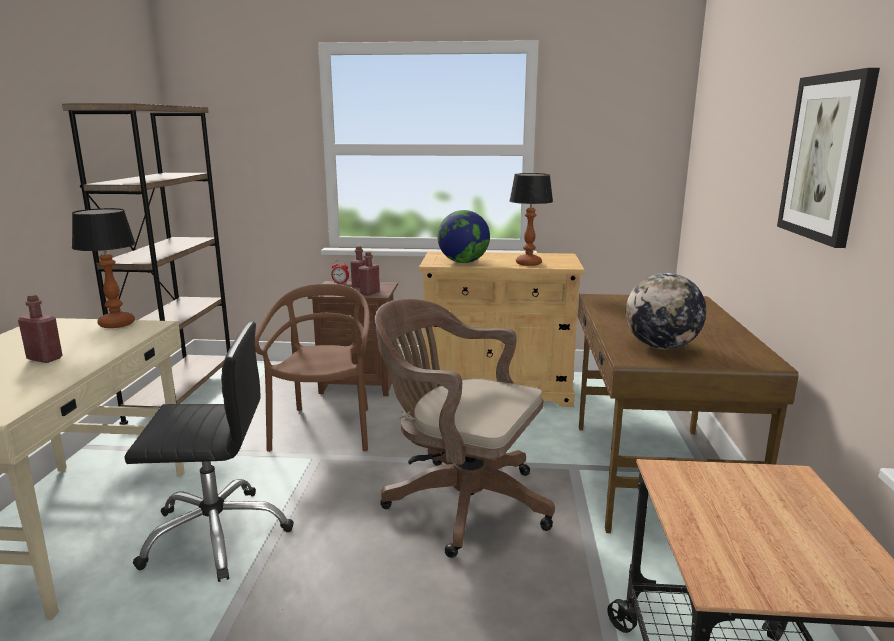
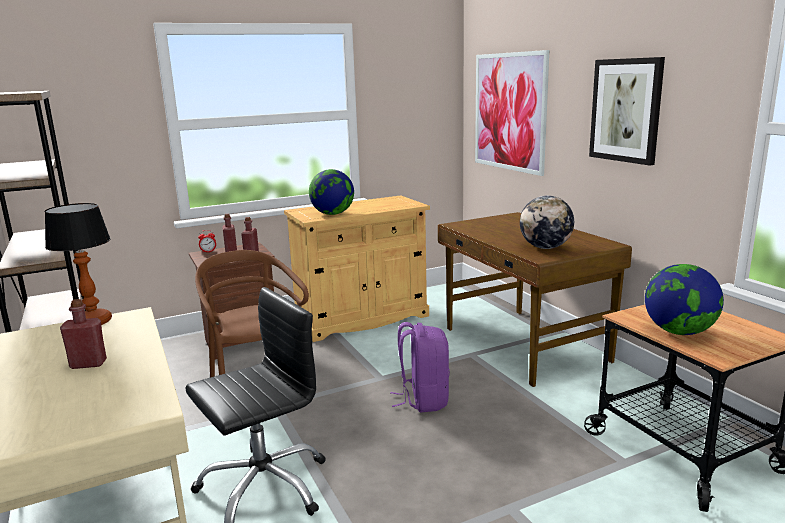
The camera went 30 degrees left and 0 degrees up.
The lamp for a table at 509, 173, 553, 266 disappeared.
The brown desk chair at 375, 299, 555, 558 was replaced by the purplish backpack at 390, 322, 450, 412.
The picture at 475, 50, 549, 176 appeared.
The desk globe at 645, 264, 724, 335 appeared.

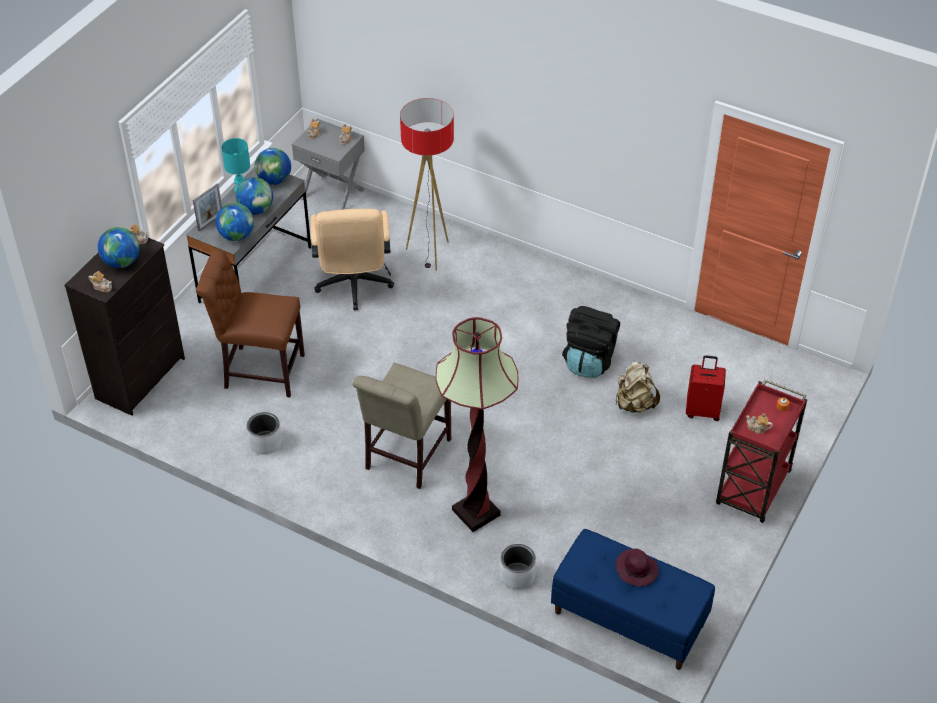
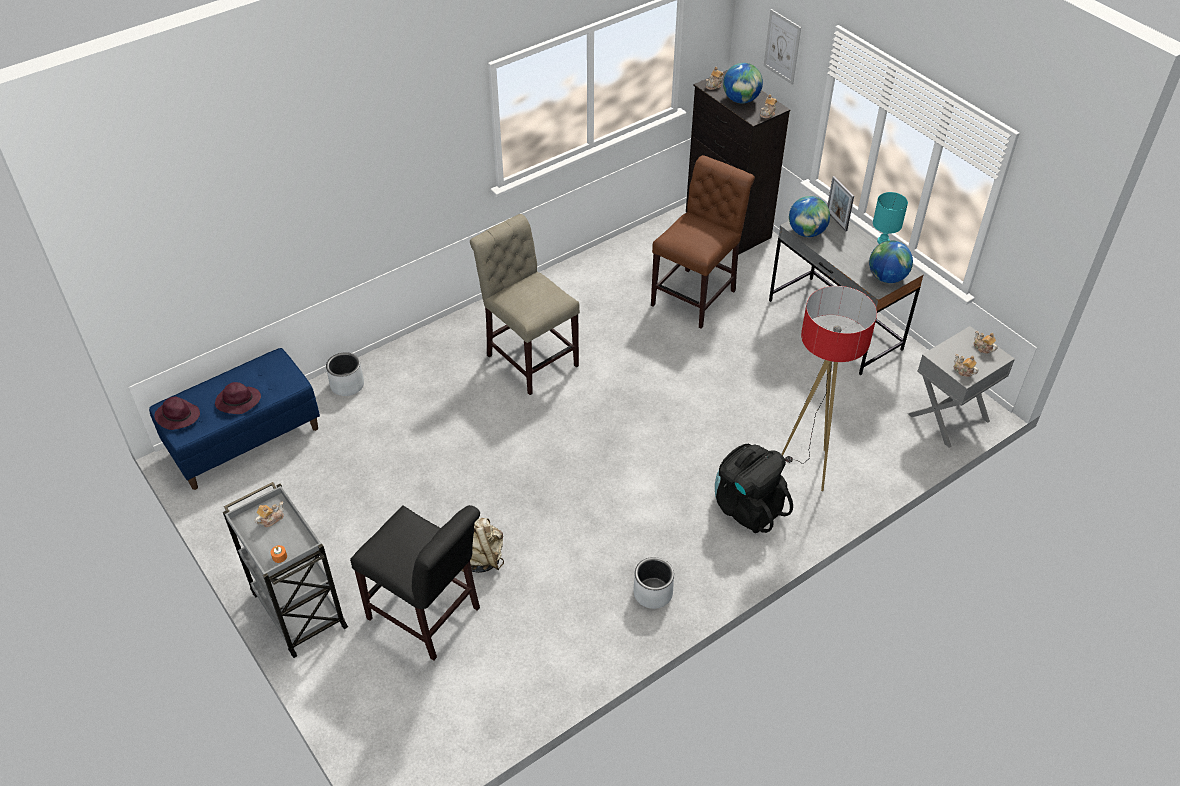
The camera went 115 degrees right and 0 degrees up.
The desk globe at 236, 177, 273, 215 disappeared.
The beige desk chair at 310, 209, 394, 310 disappeared.
The black backpack moved from 562, 306, 620, 378 to 715, 444, 793, 533.
The standard lamp at 436, 317, 518, 532 disappeared.
The red travel case at 686, 355, 726, 421 was replaced by the black plain chair at 350, 505, 480, 660.
The red cart at 716, 379, 807, 523 became the greyish cart at 223, 482, 348, 658.
The greyish flower pot moved from 247, 412, 282, 455 to 633, 557, 674, 609.
The picture at 764, 9, 801, 85 appeared.
The purplish clothing hat at 154, 397, 200, 430 appeared.

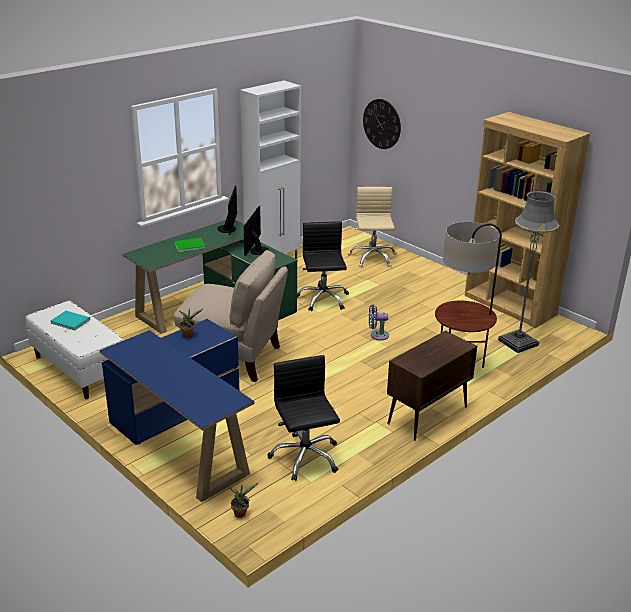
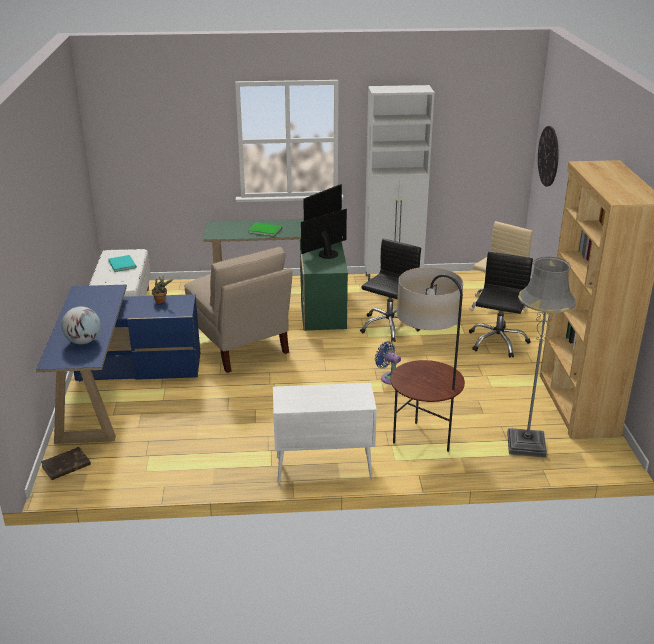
The camera went 40 degrees right and 0 degrees up.
The brown cupboard at 387, 331, 477, 441 became the white-coloured cupboard at 273, 383, 377, 483.
The black desk chair moved from 267, 355, 340, 481 to 469, 252, 533, 358.
The potted plant at 229, 483, 258, 518 was replaced by the brown volume at 41, 447, 91, 480.
The desk globe at 61, 307, 101, 344 appeared.

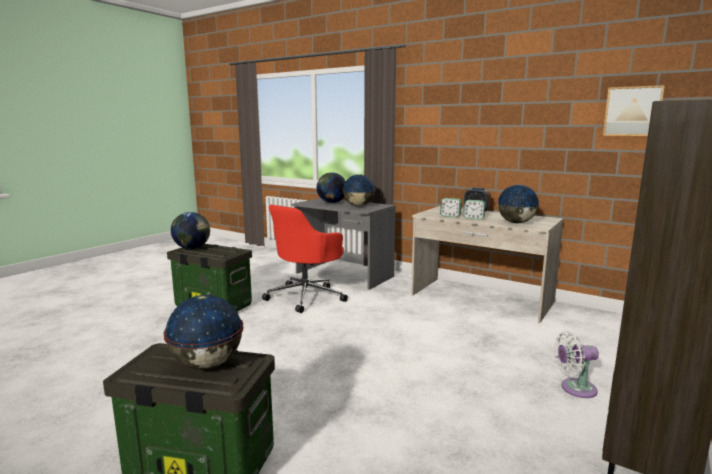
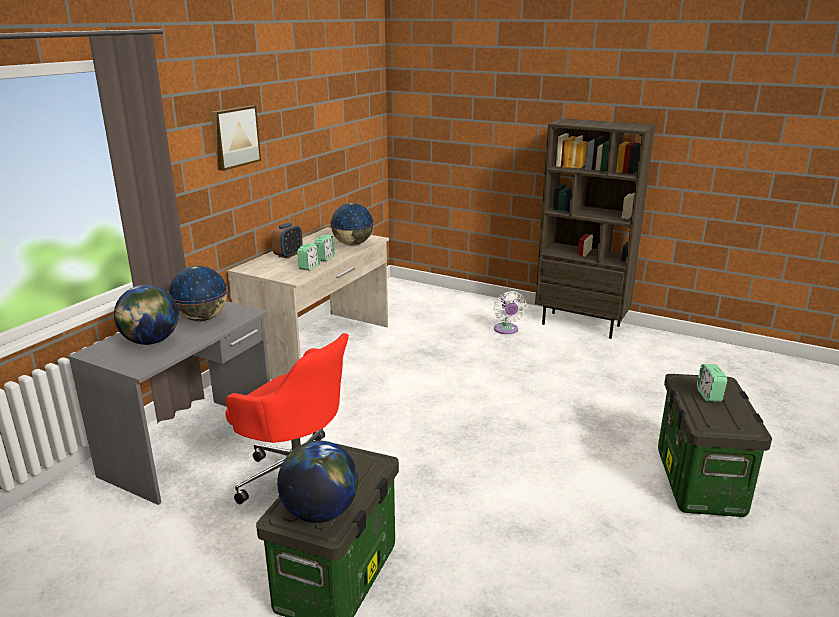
The camera went 95 degrees left and 10 degrees up.
The picture moved from 603, 85, 665, 136 to 211, 105, 261, 171.
The desk globe at 164, 295, 243, 369 was replaced by the bedside clock at 697, 364, 727, 402.

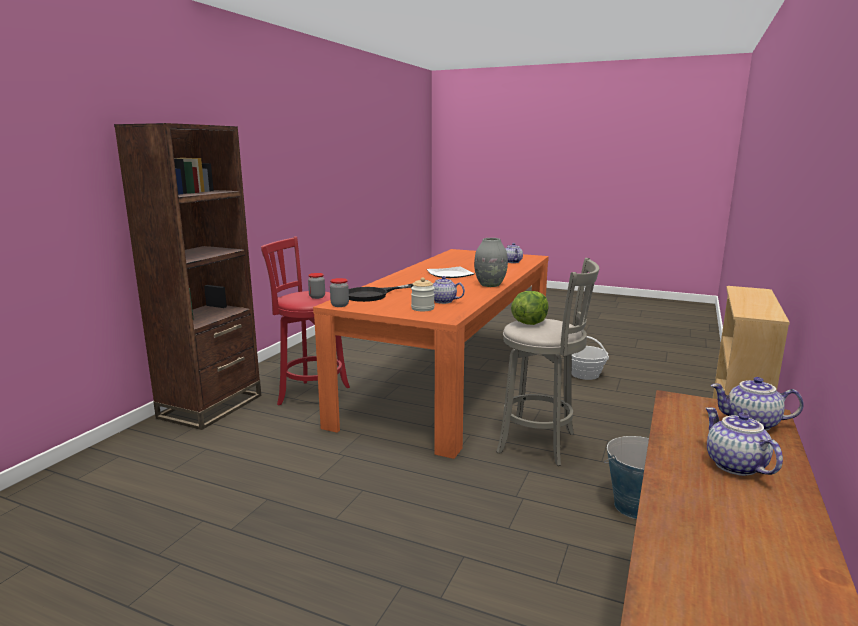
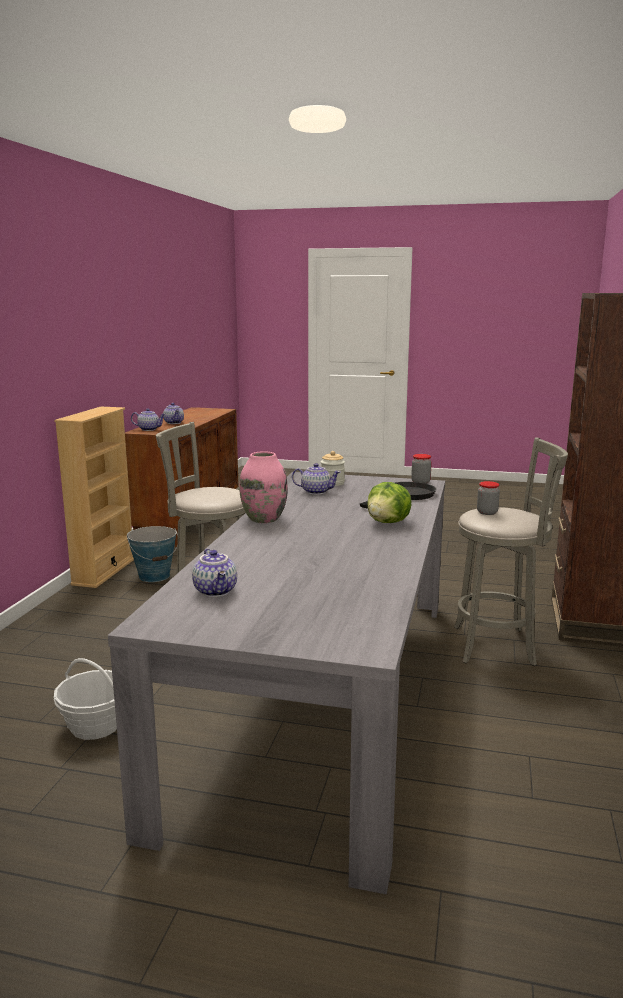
The camera went 170 degrees right and 0 degrees up.
The red stool at 261, 236, 350, 405 became the greyish stool at 454, 437, 568, 666.
The greyish decorative vase at 474, 238, 508, 287 became the pinkish decorative vase at 239, 451, 288, 523.
The orange-coloured kitchen table at 313, 249, 549, 459 became the greyish kitchen table at 108, 472, 445, 894.
The dinner plate at 427, 267, 475, 278 disappeared.
The lettuce head moved from 511, 291, 549, 325 to 367, 482, 412, 523.

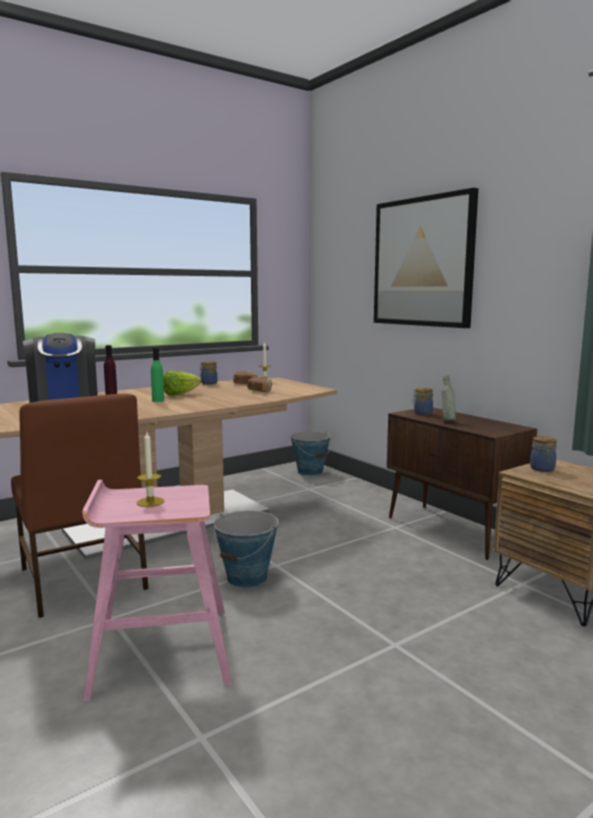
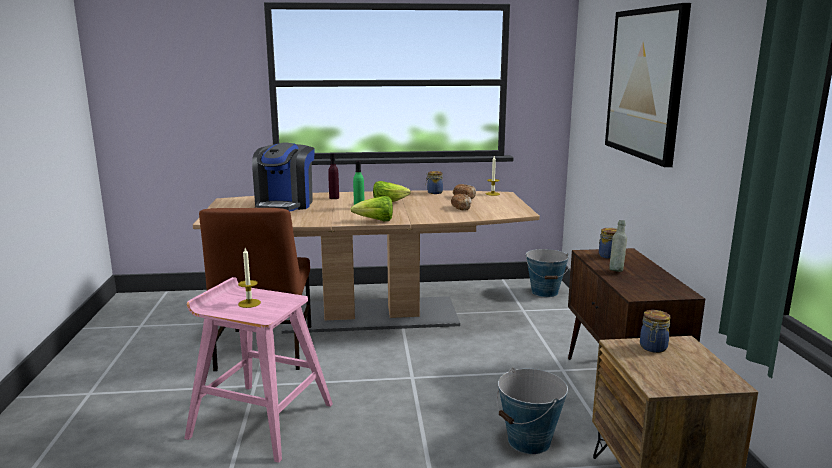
The camera went 30 degrees right and 5 degrees up.
The water bucket moved from 213, 511, 278, 588 to 497, 368, 568, 454.
The lettuce head at 350, 196, 393, 221 appeared.

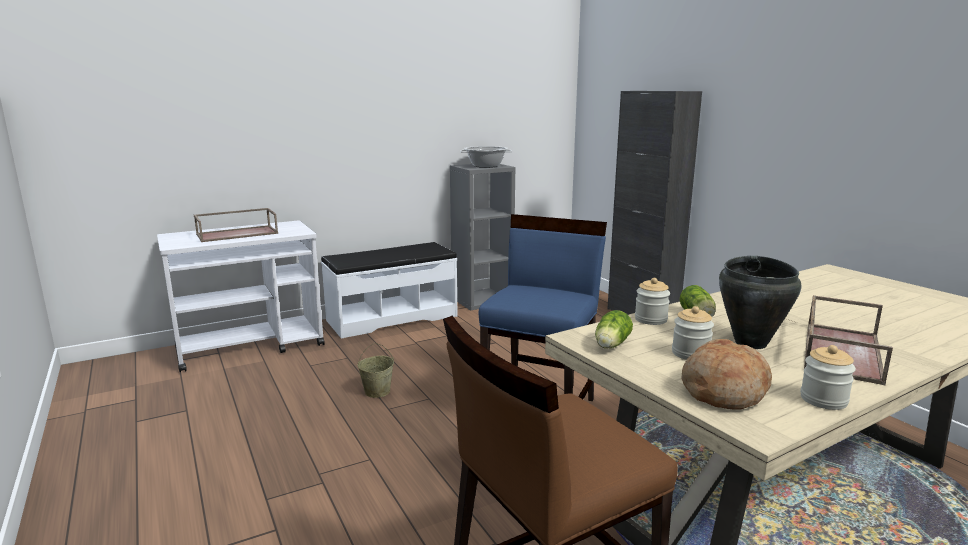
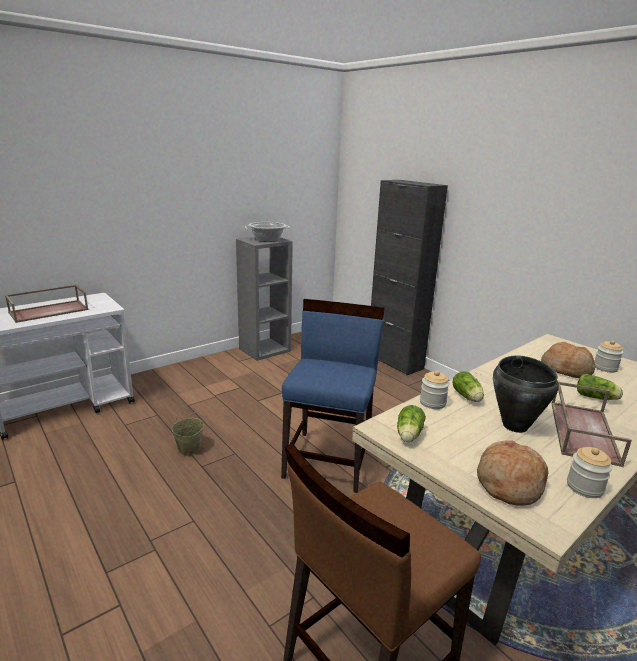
The camera went 10 degrees left and 5 degrees up.
The white-coloured long seat at 321, 242, 458, 339 disappeared.
The preserve jar moved from 672, 306, 714, 360 to 594, 340, 624, 373.
The bakery bread at 541, 342, 595, 378 appeared.
The lettuce head at 577, 374, 623, 400 appeared.

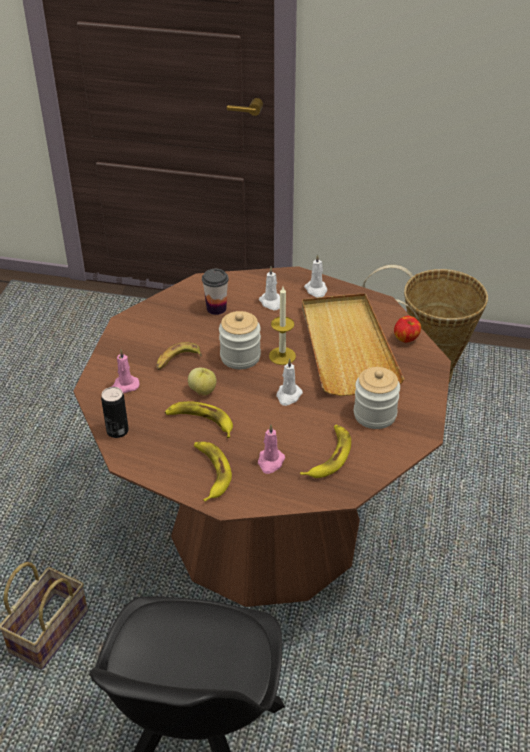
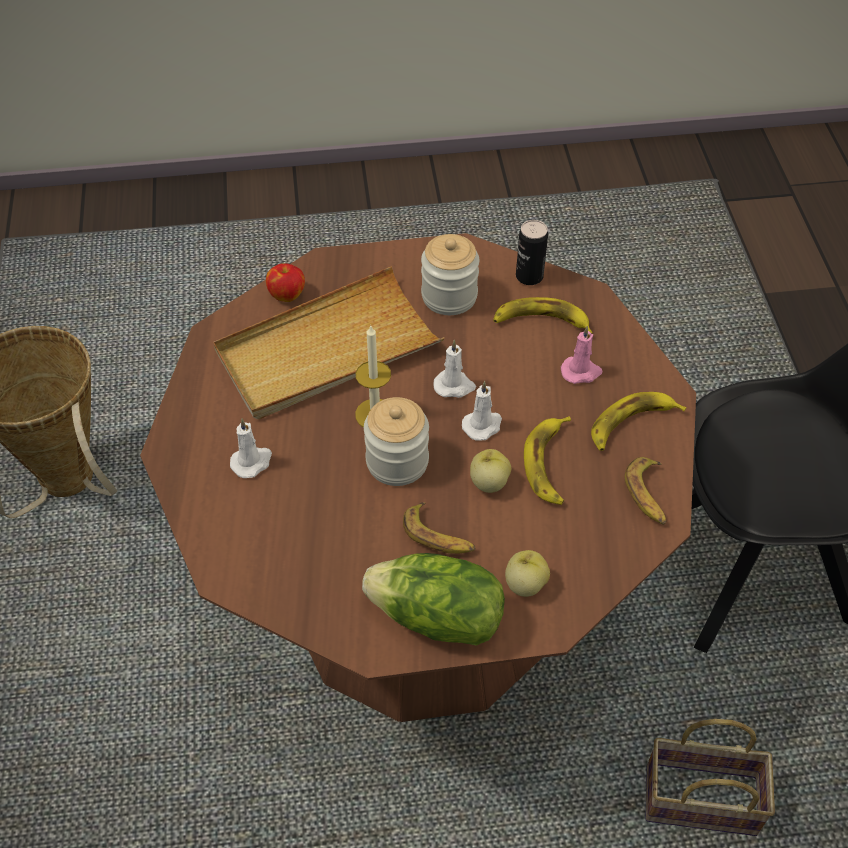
The camera went 110 degrees left and 10 degrees up.
The white-coloured candle moved from 304, 254, 327, 298 to 462, 381, 502, 440.
The small cup at 202, 269, 229, 315 disappeared.
The pinkish candle at 111, 350, 140, 393 was replaced by the apple fruit at 505, 550, 550, 597.
The metal can moved from 101, 387, 129, 438 to 516, 220, 548, 285.
The banana fruit at 624, 457, 667, 525 appeared.
The lettuce head at 362, 553, 505, 646 appeared.

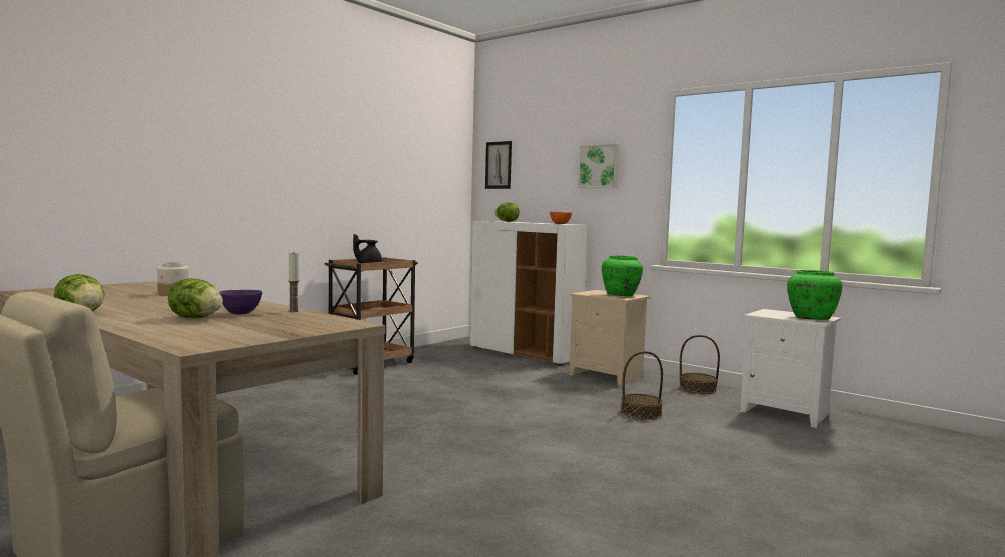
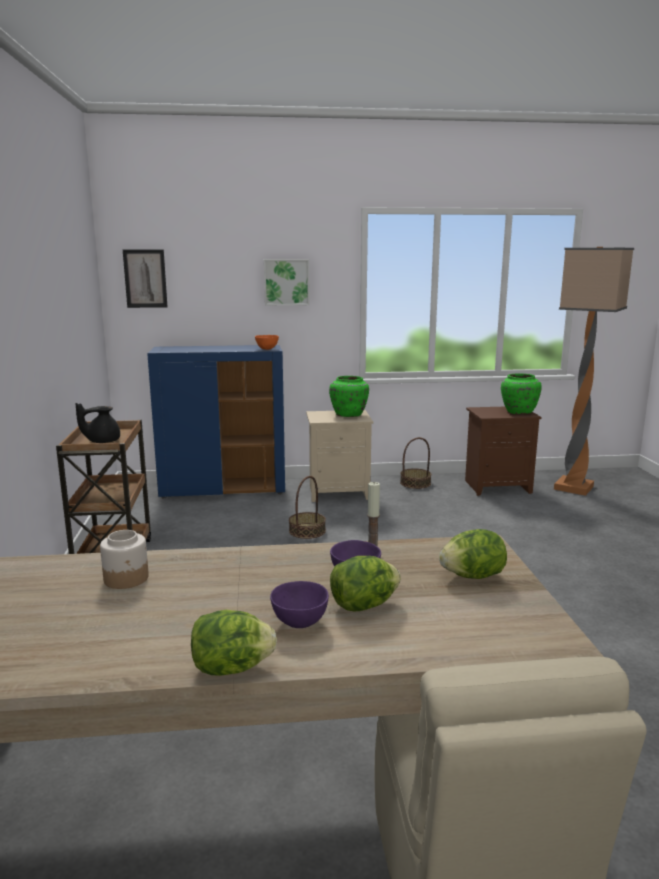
The camera went 45 degrees left and 10 degrees up.
The lettuce head moved from 495, 202, 520, 222 to 439, 529, 507, 579.
The white-coloured cupboard at 470, 221, 587, 366 became the bluish cupboard at 147, 345, 285, 498.
The white-coloured night table at 740, 309, 841, 428 became the brown night table at 465, 407, 542, 496.
The storage basket moved from 621, 351, 663, 420 to 289, 476, 326, 539.
The standard lamp at 554, 247, 634, 496 appeared.
The purplish bowl at 270, 581, 329, 628 appeared.

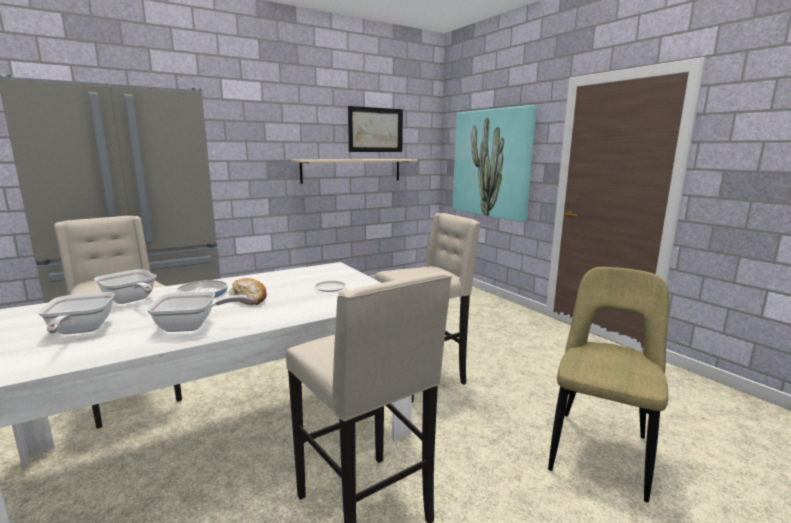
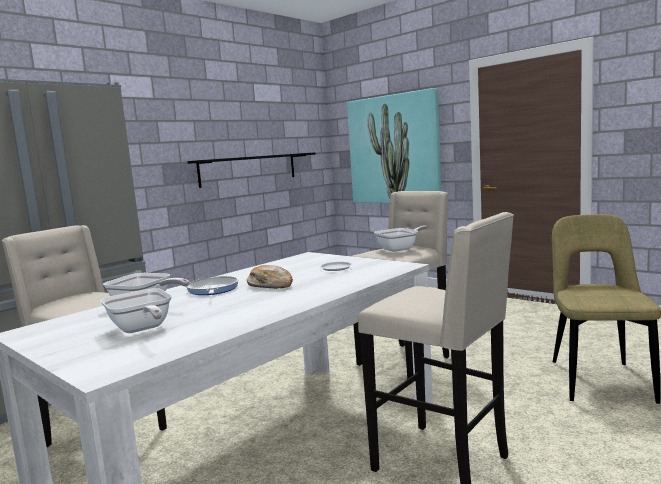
The camera went 15 degrees left and 5 degrees down.
The picture at 348, 106, 403, 152 disappeared.
The beige bracket shelf at 291, 159, 418, 184 became the black bracket shelf at 187, 152, 316, 188.
The frying pan moved from 146, 291, 253, 332 to 374, 225, 427, 252.

